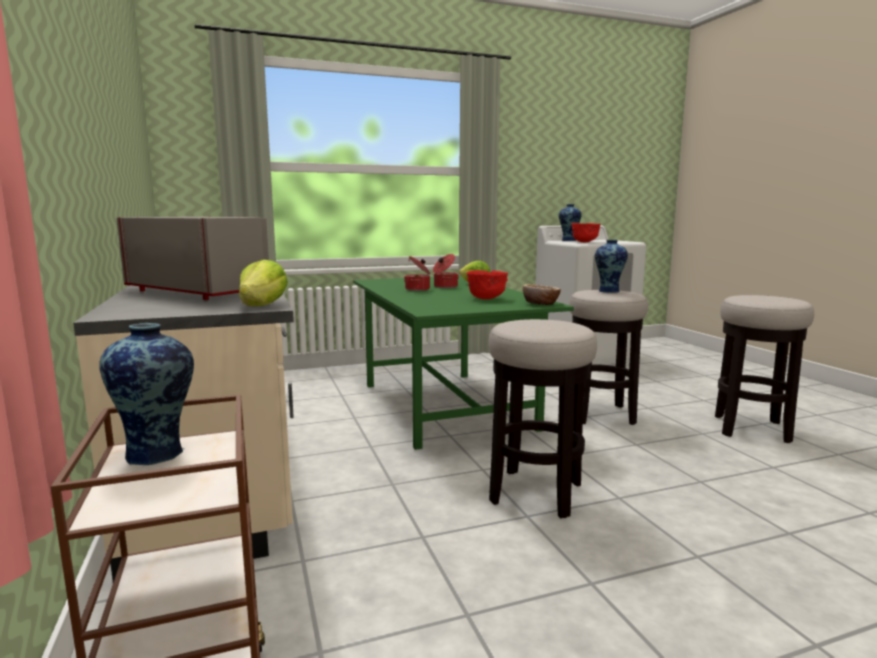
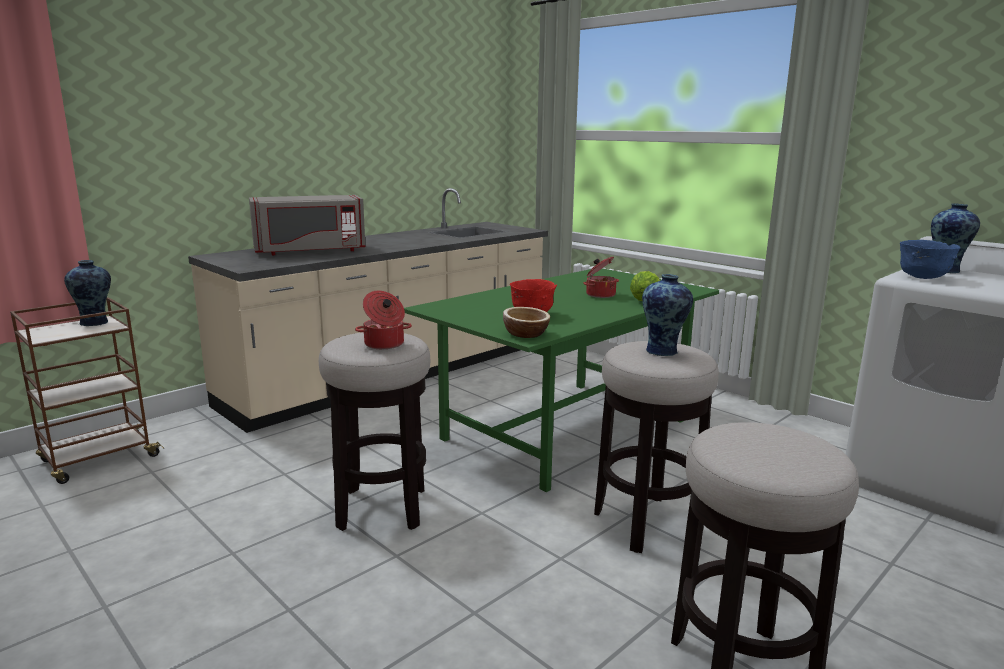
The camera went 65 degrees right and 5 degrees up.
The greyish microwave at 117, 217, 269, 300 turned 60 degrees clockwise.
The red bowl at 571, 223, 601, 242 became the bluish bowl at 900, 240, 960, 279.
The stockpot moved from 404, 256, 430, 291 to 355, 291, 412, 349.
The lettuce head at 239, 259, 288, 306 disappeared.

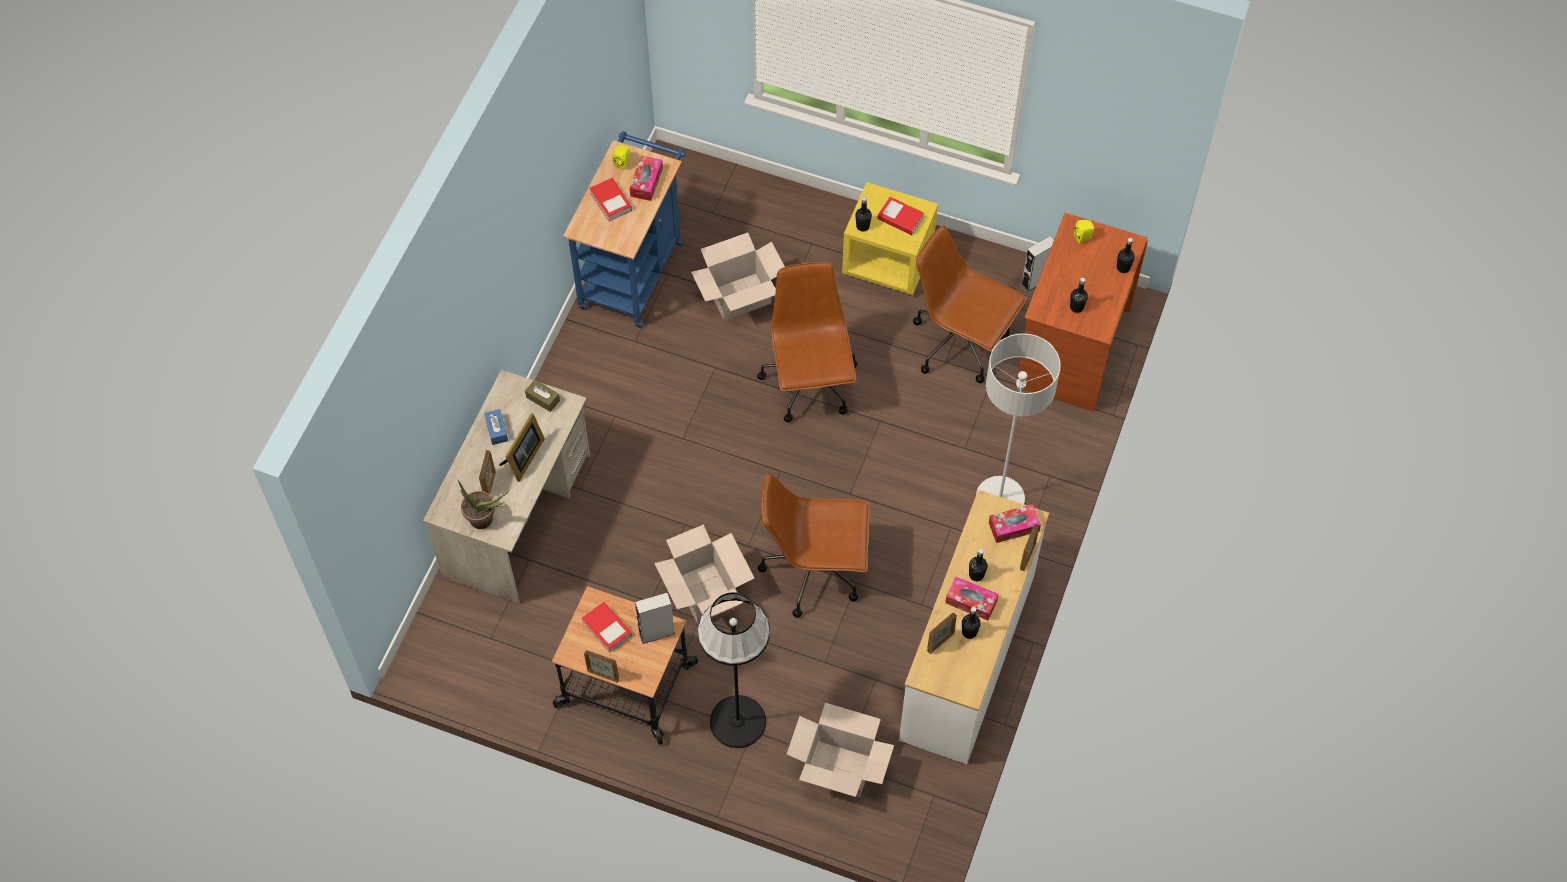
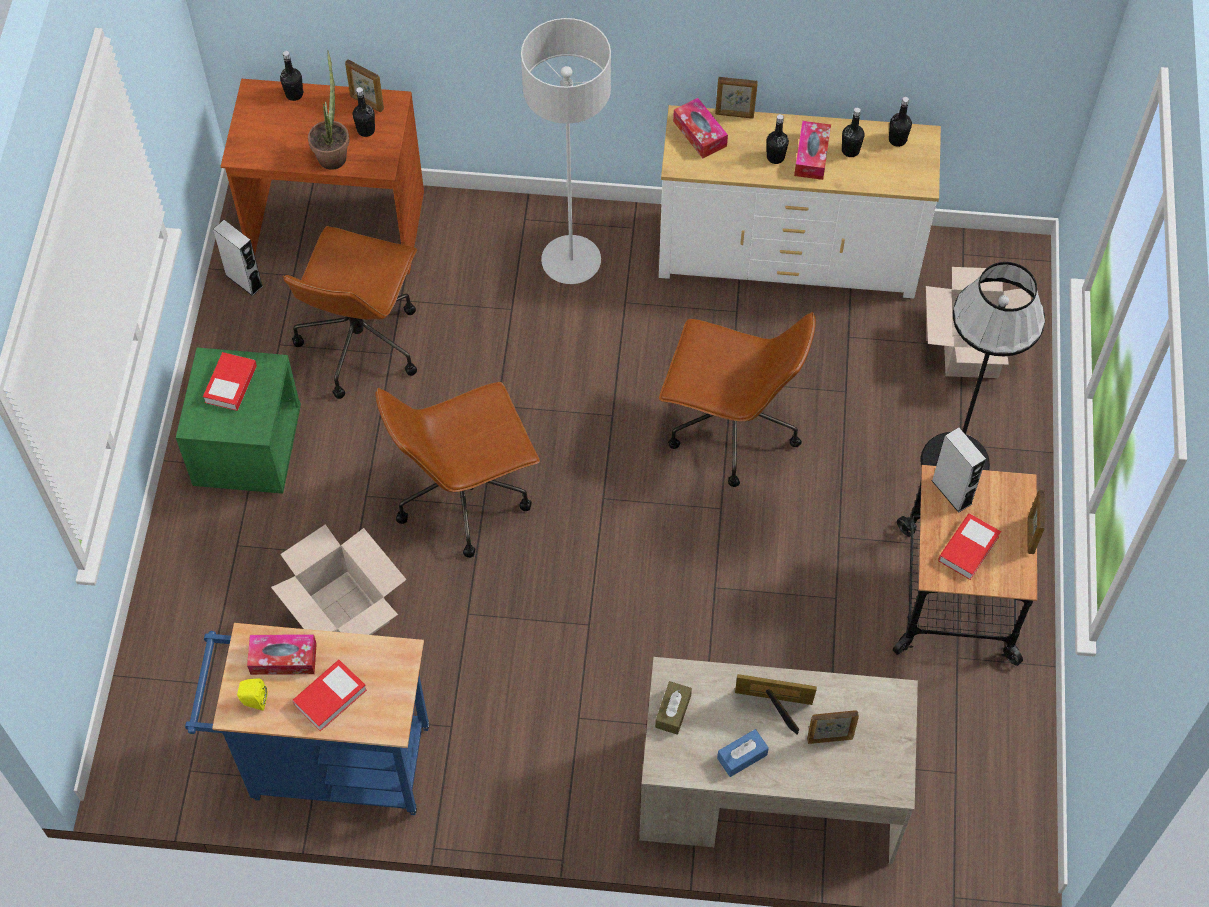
The camera went 105 degrees left and 0 degrees up.
The yellow-coloured night table at 842, 182, 938, 295 became the green-coloured night table at 176, 348, 301, 494.
The black bottle moved from 855, 197, 872, 232 to 889, 97, 912, 147.
The yellow-coloured loudspeaker at 1074, 220, 1094, 244 disappeared.
The brown desk chair at 758, 473, 870, 618 turned 60 degrees counterclockwise.
The potted plant moved from 458, 480, 509, 529 to 308, 50, 350, 170.
The carton at 654, 524, 754, 624 disappeared.
The standing frame moved from 927, 613, 957, 654 to 345, 59, 384, 112.

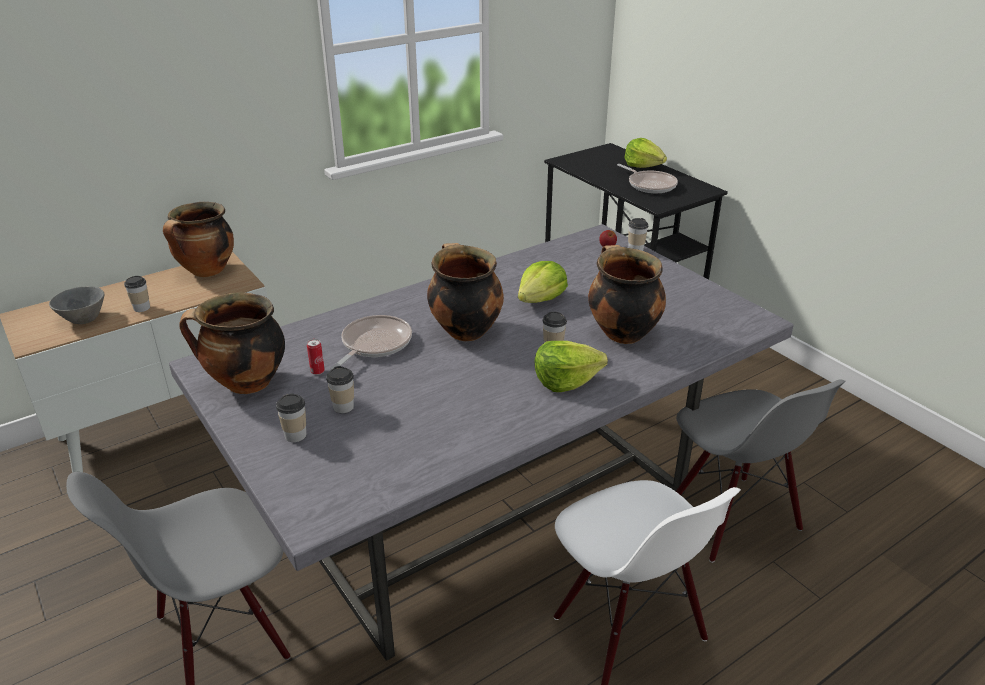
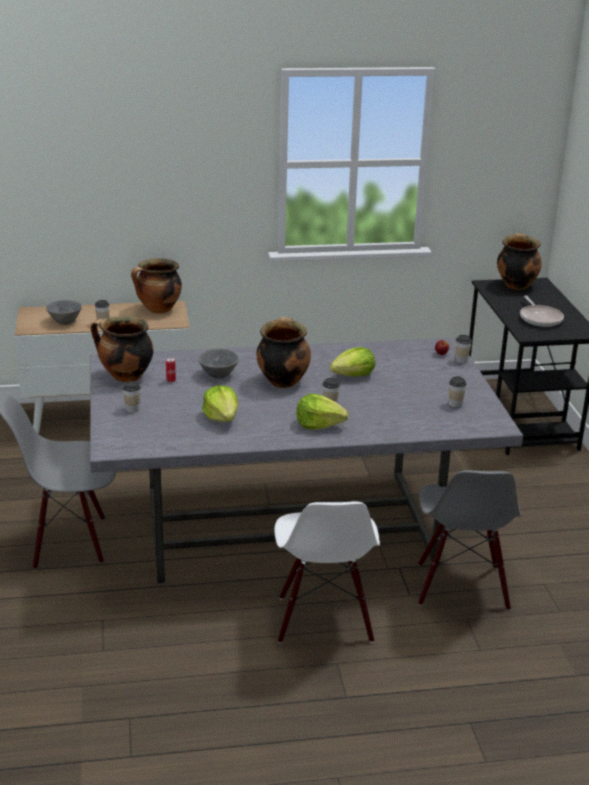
The camera went 25 degrees right and 5 degrees down.
The lettuce head moved from 624, 138, 667, 168 to 202, 386, 238, 422.
The stockpot moved from 588, 245, 666, 344 to 497, 233, 542, 290.
The frying pan at 330, 315, 412, 370 was replaced by the greyish bowl at 198, 349, 239, 379.
The small cup moved from 326, 366, 354, 413 to 449, 376, 467, 408.

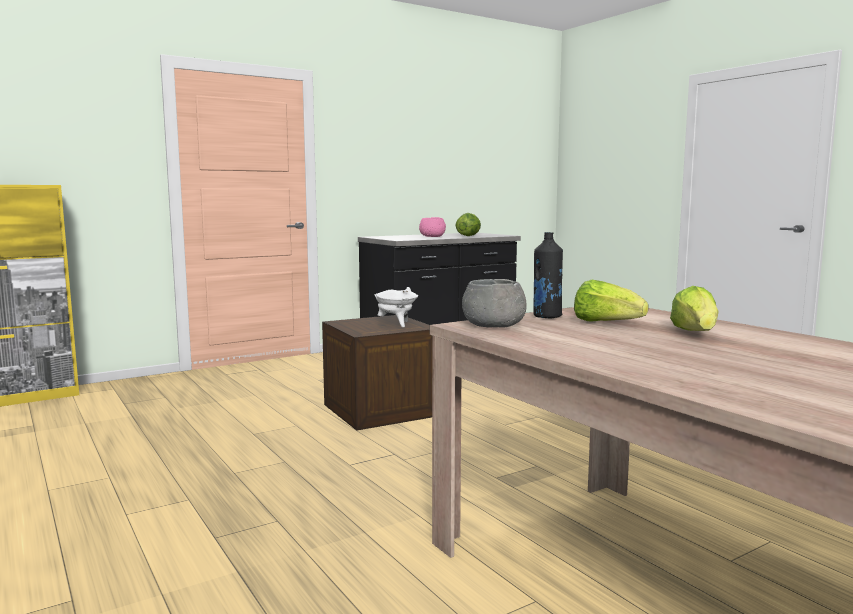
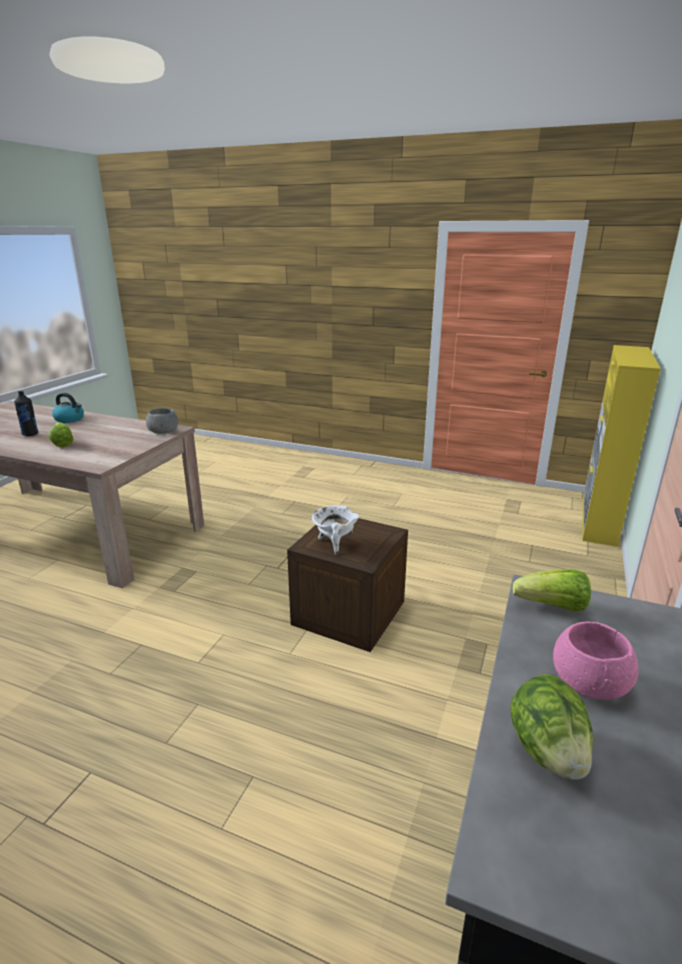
The camera went 145 degrees right and 15 degrees up.
The black bottle moved from 533, 232, 563, 318 to 14, 391, 38, 436.
The lettuce head moved from 574, 280, 648, 322 to 513, 569, 591, 611.
The tea kettle at 52, 393, 84, 423 appeared.

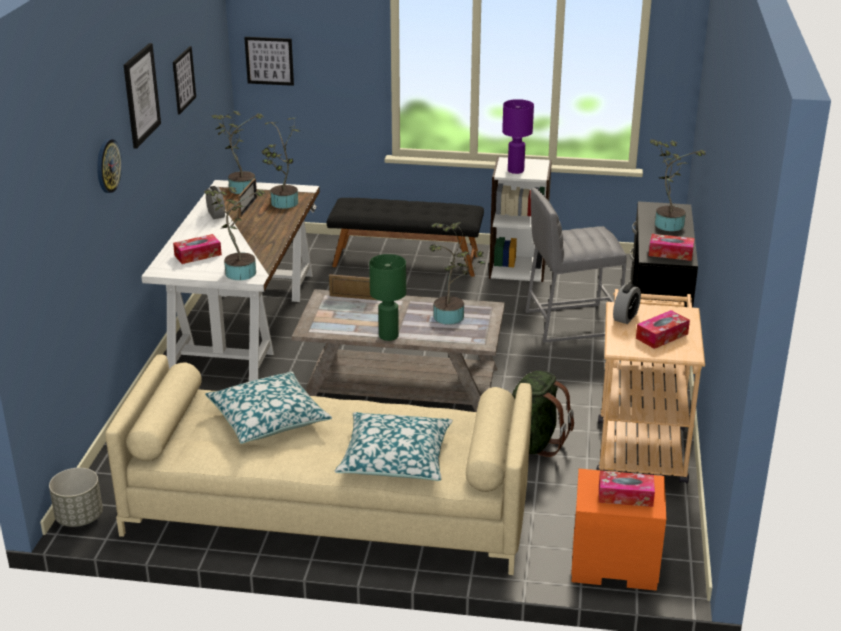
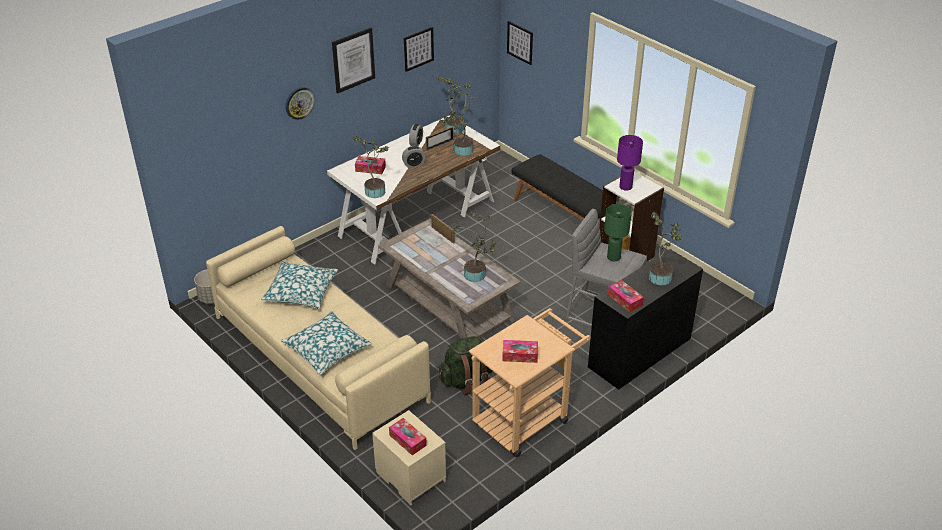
The camera went 40 degrees right and 10 degrees up.
The green-coloured lamp for a table moved from 369, 254, 406, 341 to 604, 204, 632, 261.
The bedside clock moved from 613, 284, 641, 324 to 402, 146, 426, 168.
The orange-coloured night table at 571, 469, 666, 591 became the beige night table at 372, 410, 446, 505.

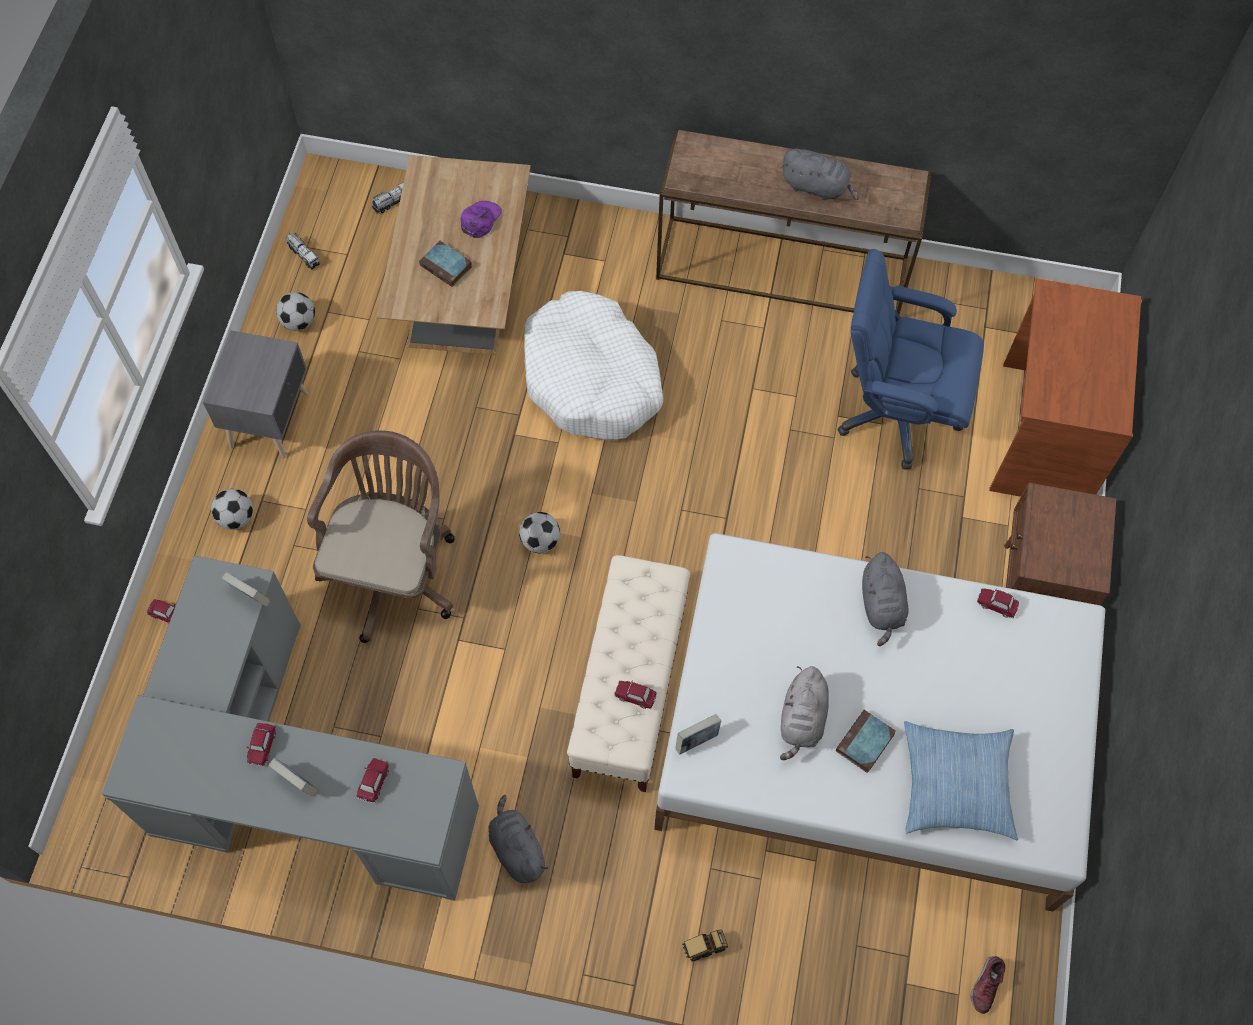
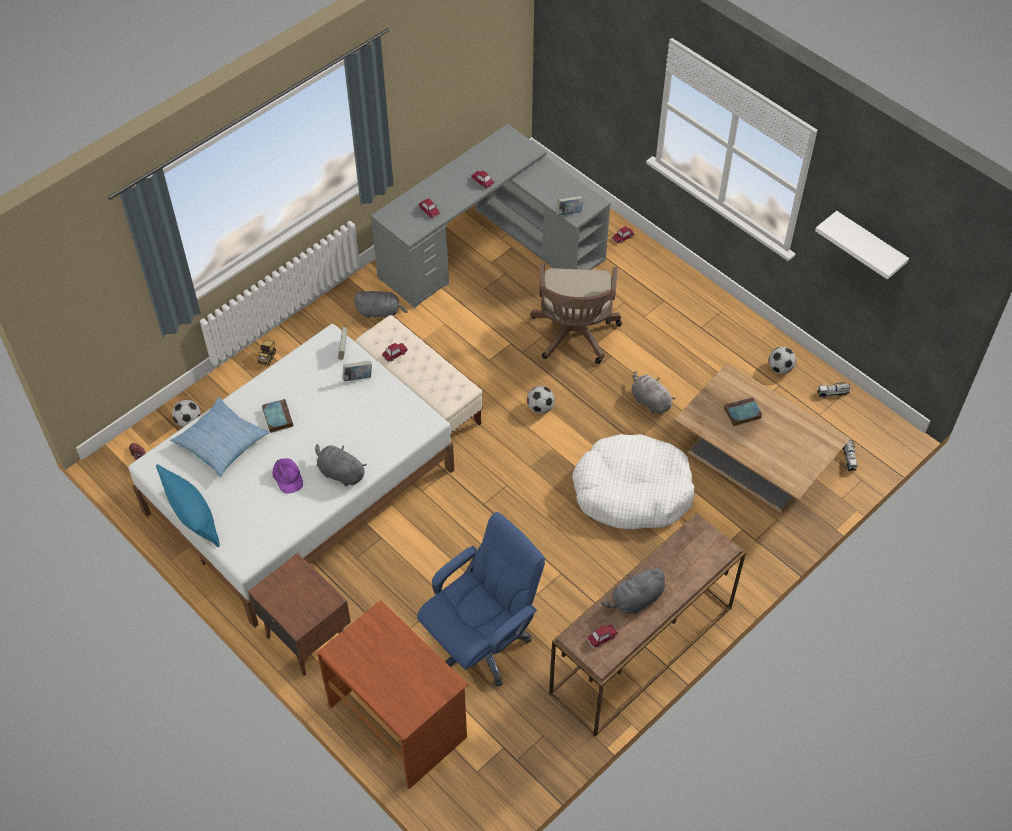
The camera went 125 degrees right and 10 degrees down.
The purplish baseball cap moved from 460, 201, 502, 238 to 273, 458, 303, 493.
The greyish night table at 203, 330, 308, 458 disappeared.
The brown desk chair at 307, 430, 455, 643 turned 45 degrees clockwise.
The football moved from 211, 489, 253, 530 to 172, 400, 201, 427.
The toy car moved from 977, 588, 1019, 618 to 587, 624, 618, 648.
The greyish cuddly toy moved from 780, 666, 829, 760 to 631, 371, 676, 414.
The volume moved from 268, 758, 319, 797 to 343, 361, 372, 381.
The white-coloured bracket shelf at 815, 211, 909, 280 appeared.
The bluish cushion at 156, 464, 220, 547 appeared.

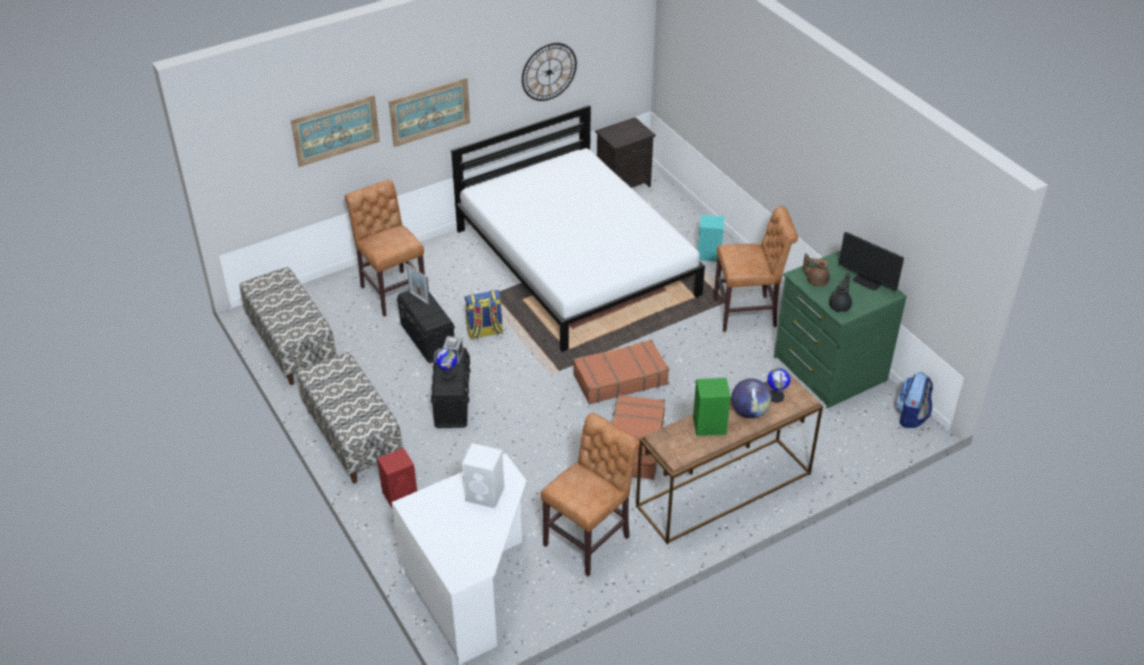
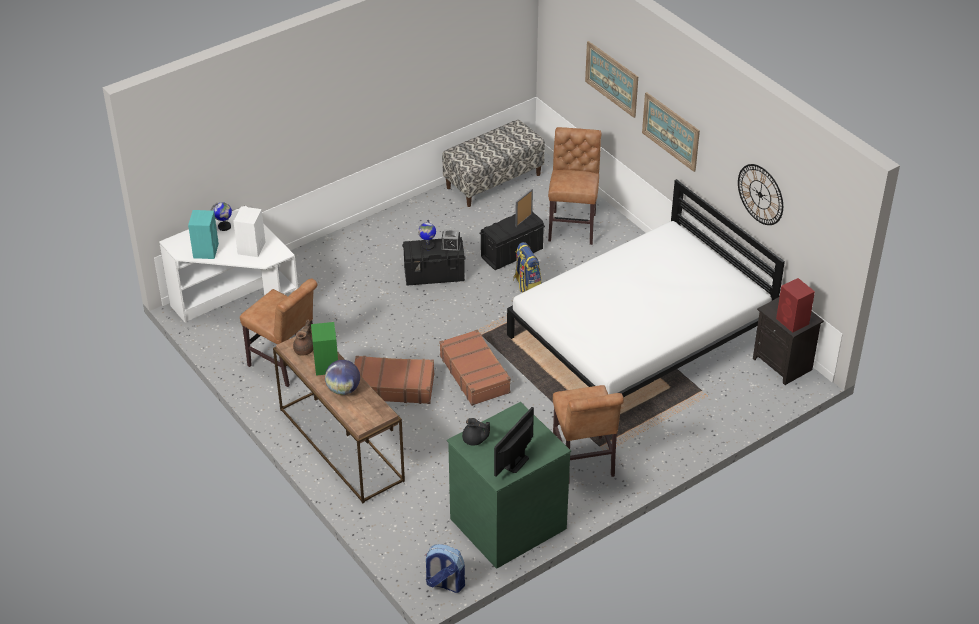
The camera went 85 degrees right and 0 degrees up.
The brown plain chair at 345, 180, 425, 316 turned 45 degrees counterclockwise.
The blue-green loudspeaker moved from 698, 214, 725, 262 to 188, 210, 219, 259.
The brown tea pot moved from 803, 253, 830, 286 to 293, 320, 313, 355.
The long seat at 297, 352, 403, 484 disappeared.
The desk globe moved from 767, 368, 791, 403 to 210, 202, 232, 231.
The red loudspeaker moved from 377, 448, 417, 508 to 776, 278, 815, 333.

